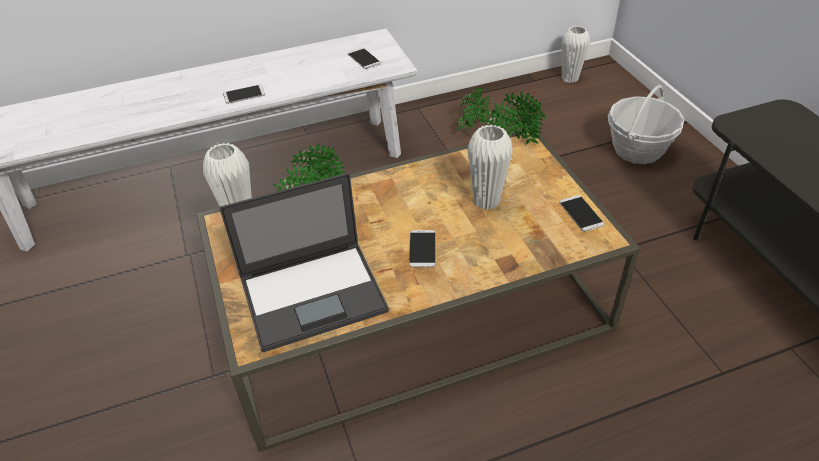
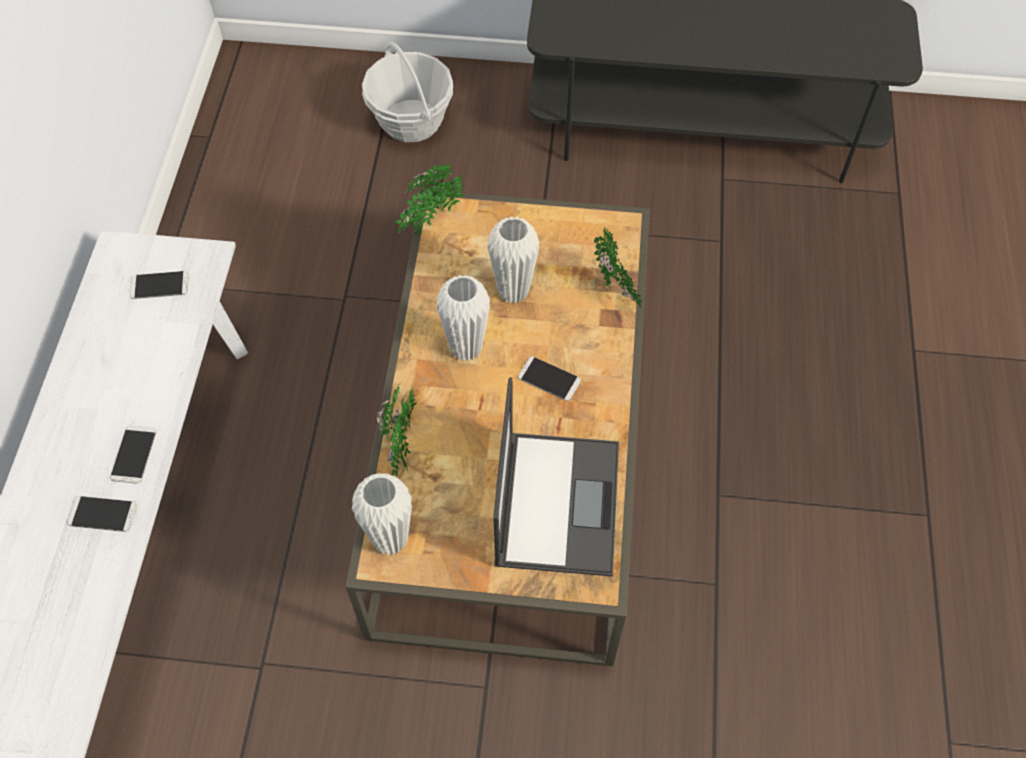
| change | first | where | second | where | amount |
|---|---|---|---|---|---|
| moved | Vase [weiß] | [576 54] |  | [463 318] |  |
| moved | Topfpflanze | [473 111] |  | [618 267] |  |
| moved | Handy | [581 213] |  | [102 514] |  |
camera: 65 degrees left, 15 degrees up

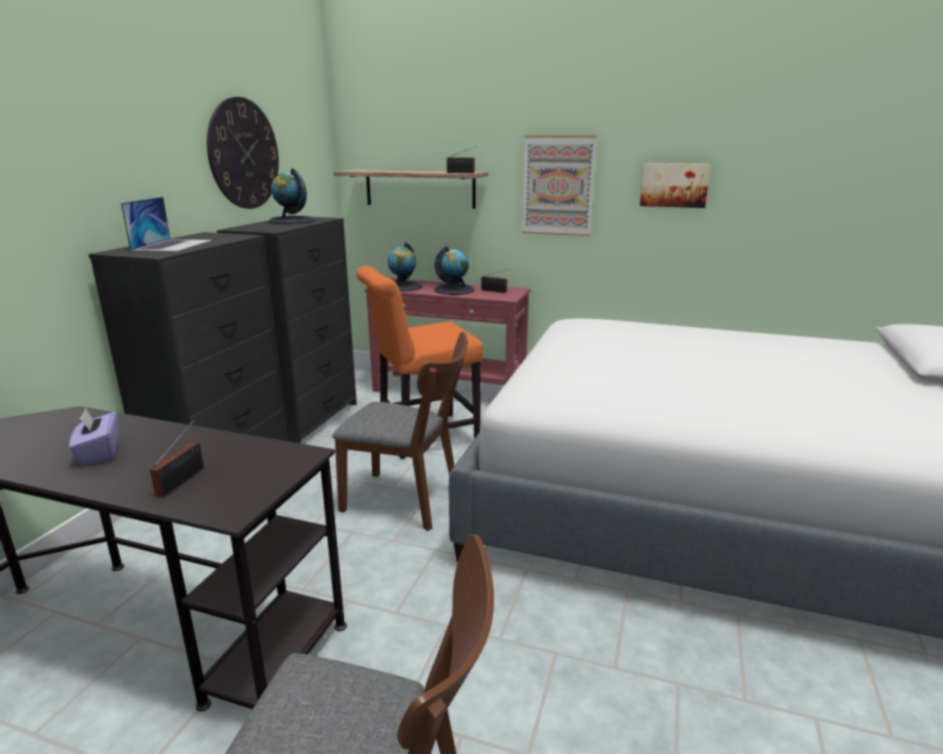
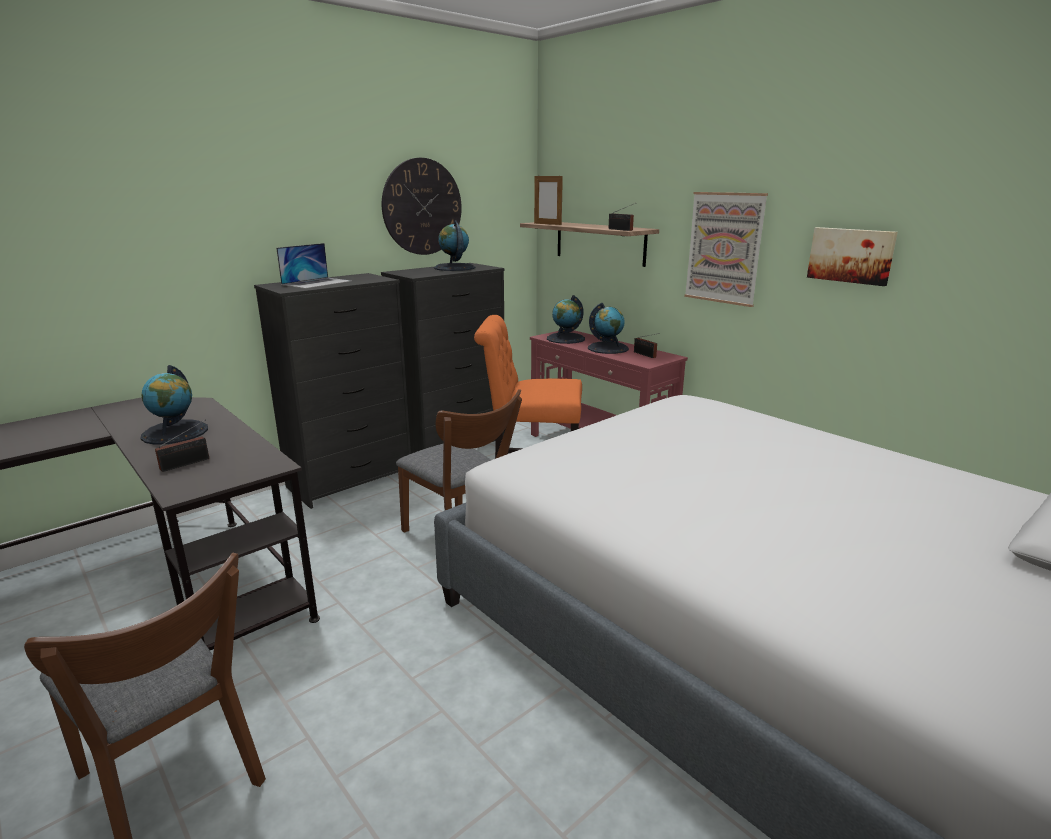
| change | first | where | second | where | amount |
|---|---|---|---|---|---|
| replaced | Taschentuchbox [lila] | [94 436] | Globus | [174 405] |  |
| added |  |  | Bilderrahmen | [548 199] |  |
camera: 30 degrees right, 0 degrees up

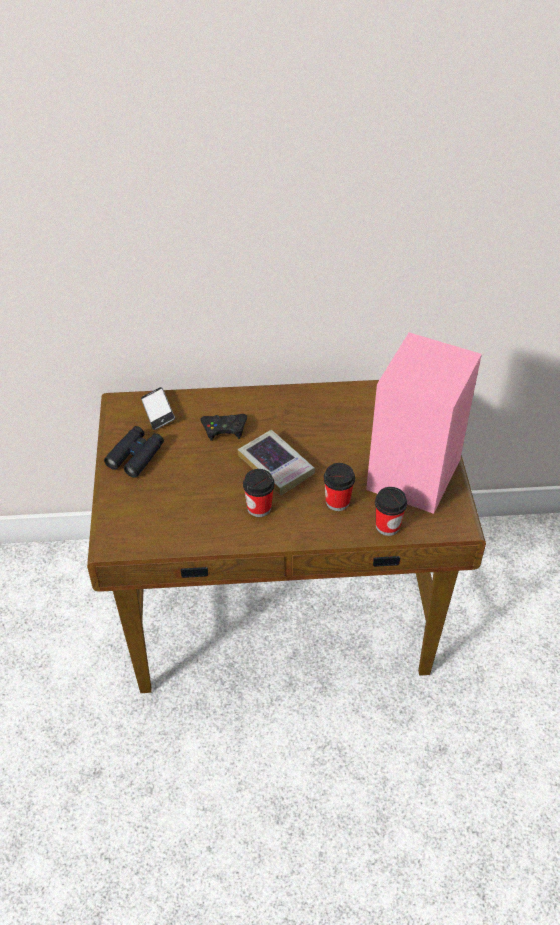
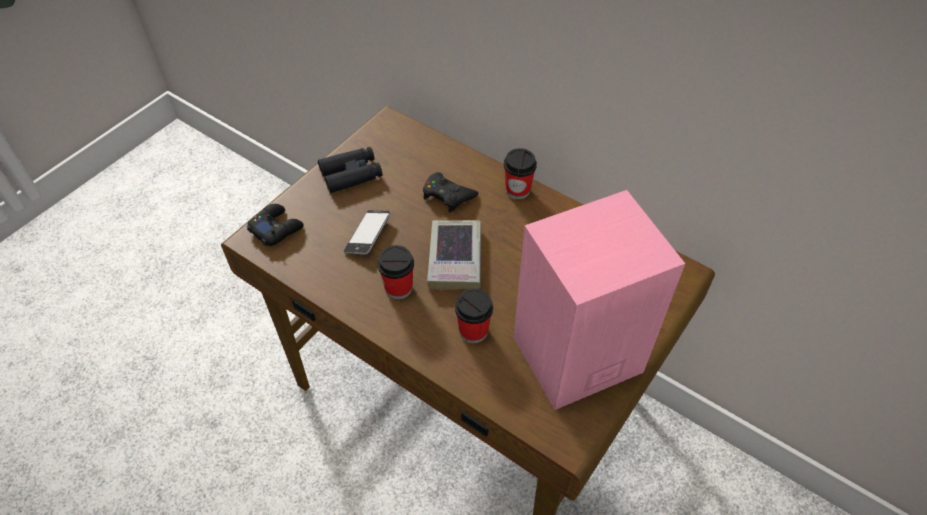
| change | first | where | second | where | amount |
|---|---|---|---|---|---|
| moved | Handy | [158 408] |  | [367 232] |  |
| moved | Tasse | [391 511] |  | [520 174] |  |
| added |  |  | Gamepad [schwarz] | [275 225] |  |
camera: 40 degrees right, 5 degrees up

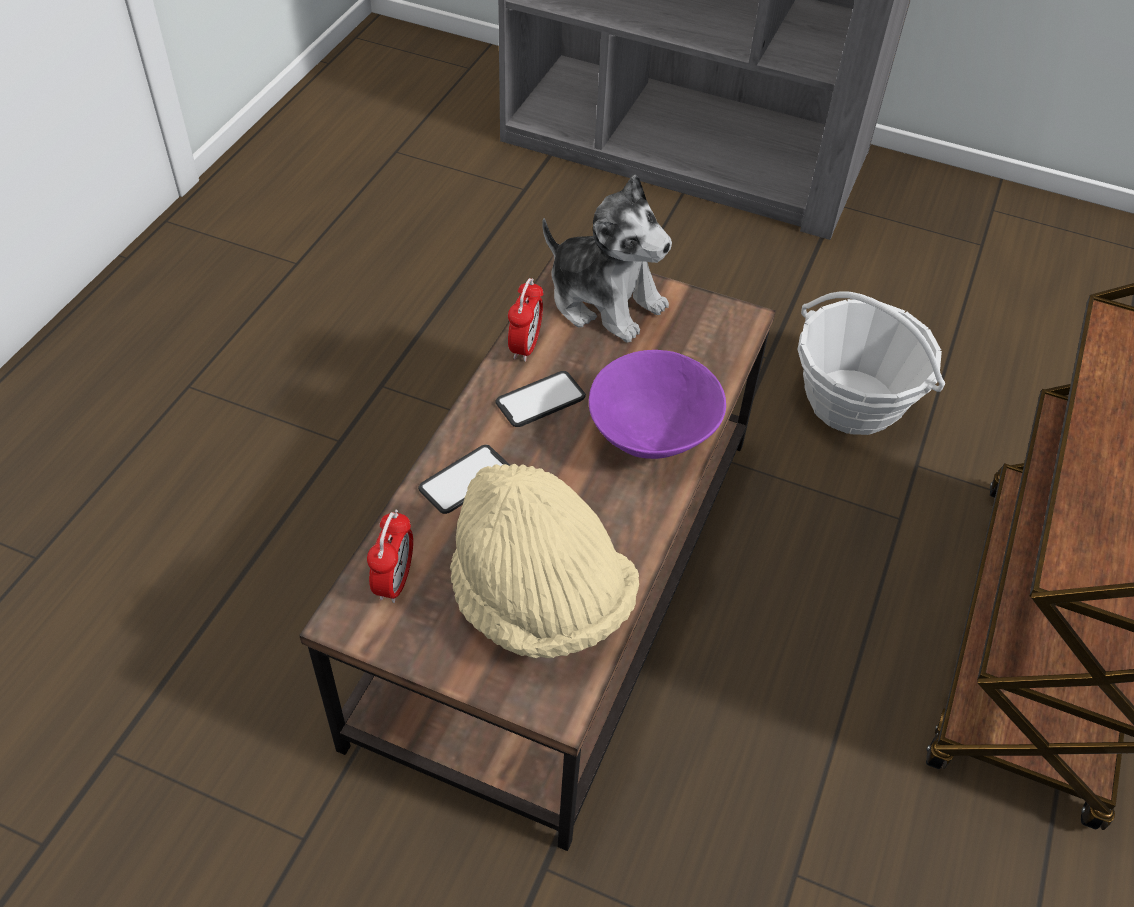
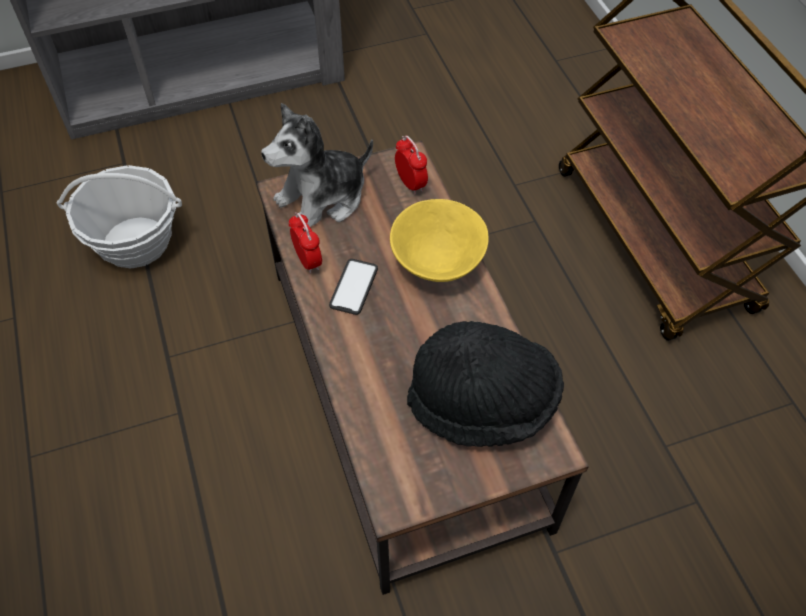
| change | first | where | second | where | amount |
|---|---|---|---|---|---|
| turned | Plüschtier | [607 259] |  | [317 165] | 150 degrees clockwise |
| moved | Korb | [871 363] |  | [119 217] |  |
| recoloured | Schüssel [lila] | [657 404] | Schüssel [gelb] | [439 240] |  |
| removed | Handy | [464 479] |  |  |  |
| recoloured | Hut [beige] | [544 561] | Hut [schwarz] | [485 384] |  |
| moved | Wecker | [390 556] |  | [411 165] |  |
camera: 40 degrees left, 5 degrees up

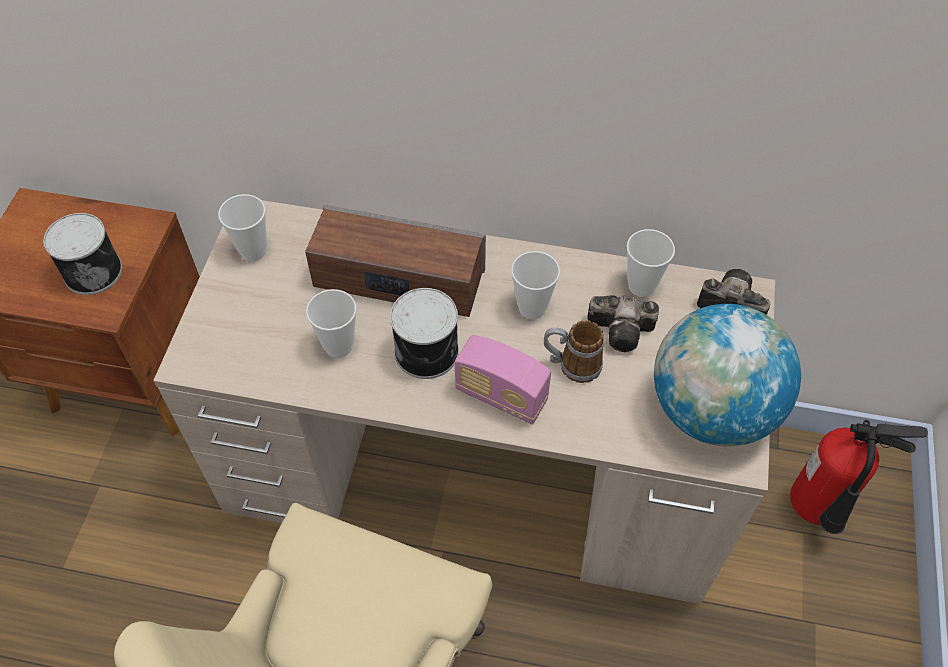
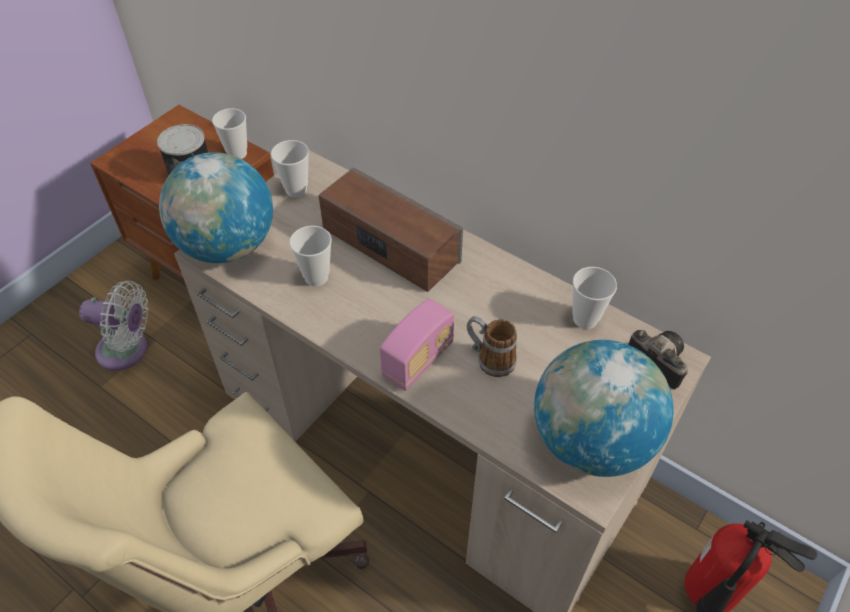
| change | first | where | second | where | amount |
|---|---|---|---|---|---|
| moved | Tasse | [535 285] |  | [229 133] |  |
| removed | Dose | [424 333] |  |  |  |
| removed | Kamera | [623 323] |  |  |  |
| turned | Radio | [503 379] |  | [417 345] | 105 degrees counterclockwise |
| added |  |  | Globus | [216 207] |  |
| added |  |  | Ventilator [weiß] | [114 326] |  |
camera: 25 degrees right, 5 degrees down

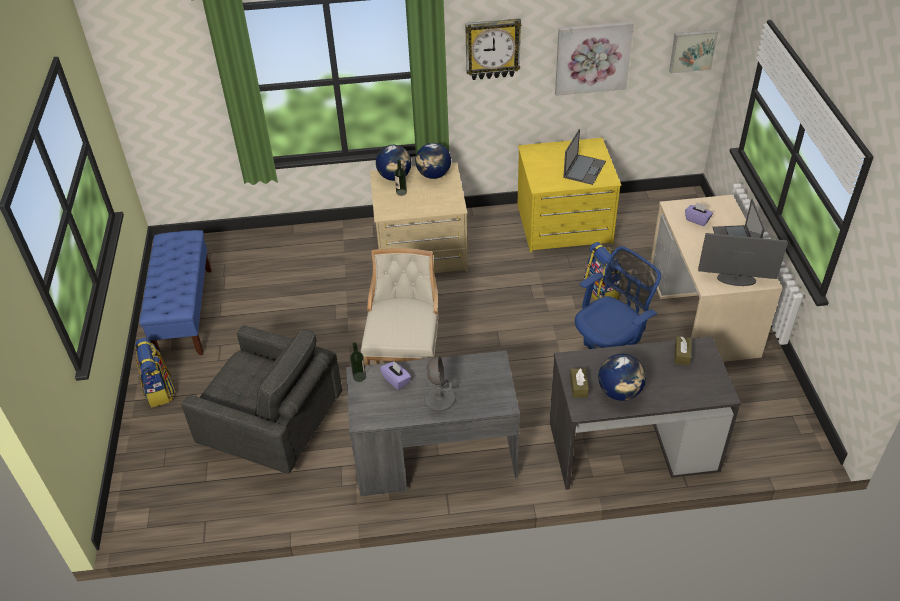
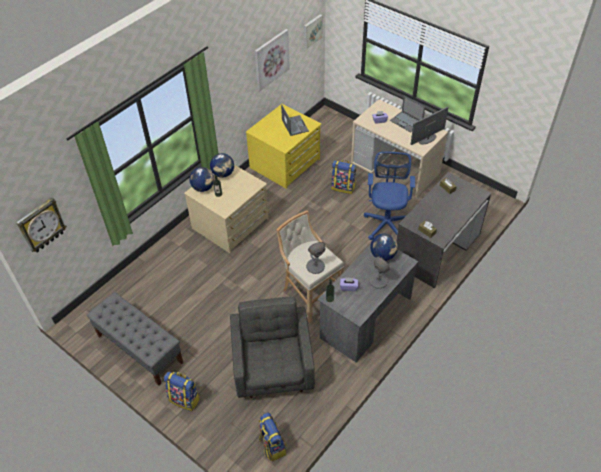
| change | first | where | second | where | amount |
|---|---|---|---|---|---|
| moved | Wanduhr | [493 49] |  | [41 225] |  |
| recoloured | Bank [blau] | [175 292] | Bank [grau] | [135 339] |  |
| turned | Sessel [grau] | [262 399] |  | [272 347] | 75 degrees counterclockwise |
| moved | Globus | [622 377] |  | [384 247] |  |
| added |  |  | Tischlampe [grau] | [315 258] |  |
| added |  |  | Rucksack | [272 436] |  |
camera: 45 degrees left, 5 degrees up

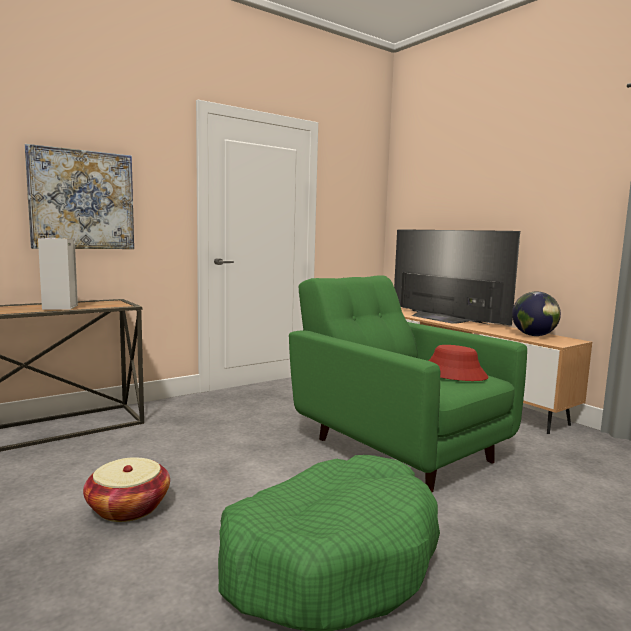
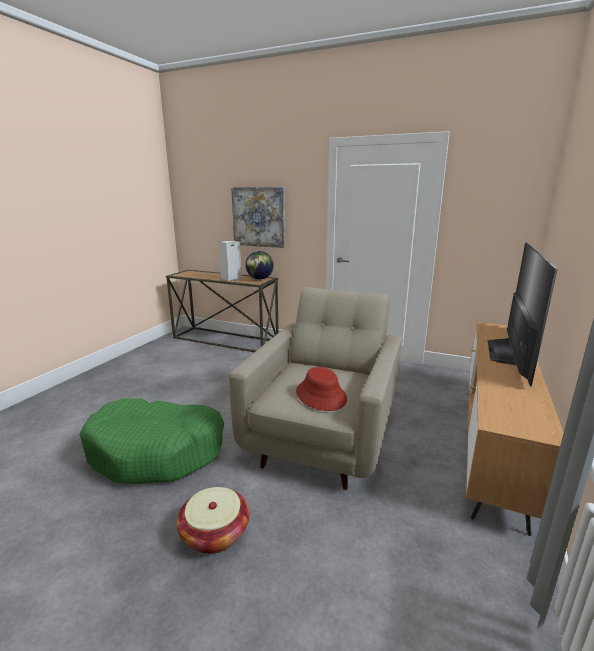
| change | first | where | second | where | amount |
|---|---|---|---|---|---|
| recoloured | Sessel [grün] | [408 383] | Sessel [beige] | [315 388] |  |
| moved | Globus | [536 313] |  | [260 265] |  |
| moved | Korb | [126 489] |  | [213 520] |  |
camera: 60 degrees right, 10 degrees up

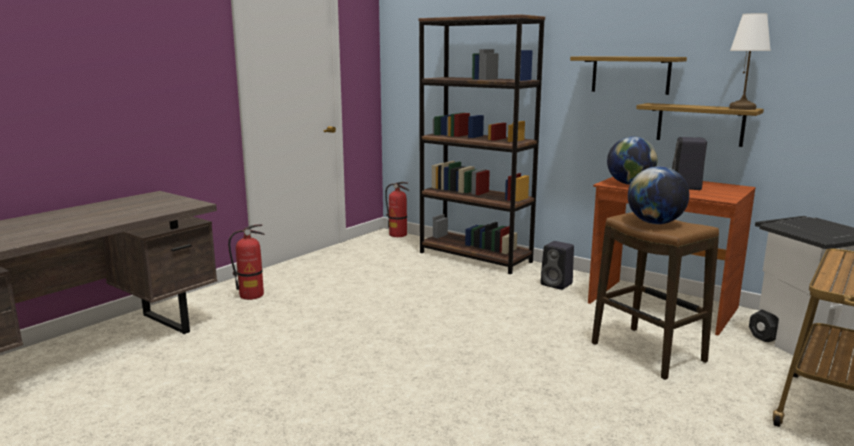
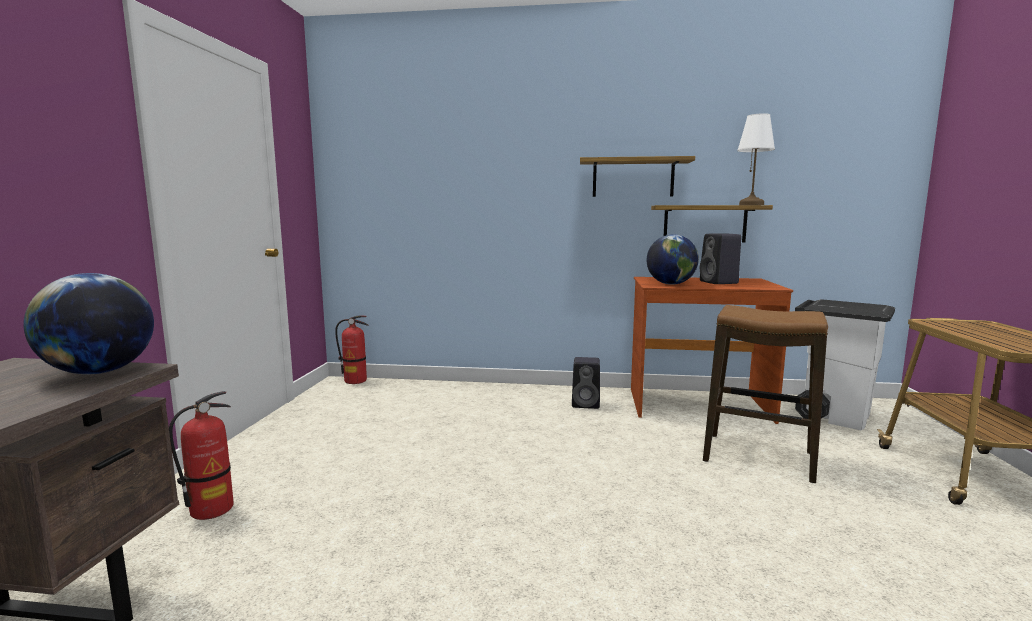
| change | first | where | second | where | amount |
|---|---|---|---|---|---|
| removed | Bücherregal [braun] | [482 144] |  |  |  |
| moved | Globus | [658 195] |  | [88 323] |  |
camera: 30 degrees left, 5 degrees down

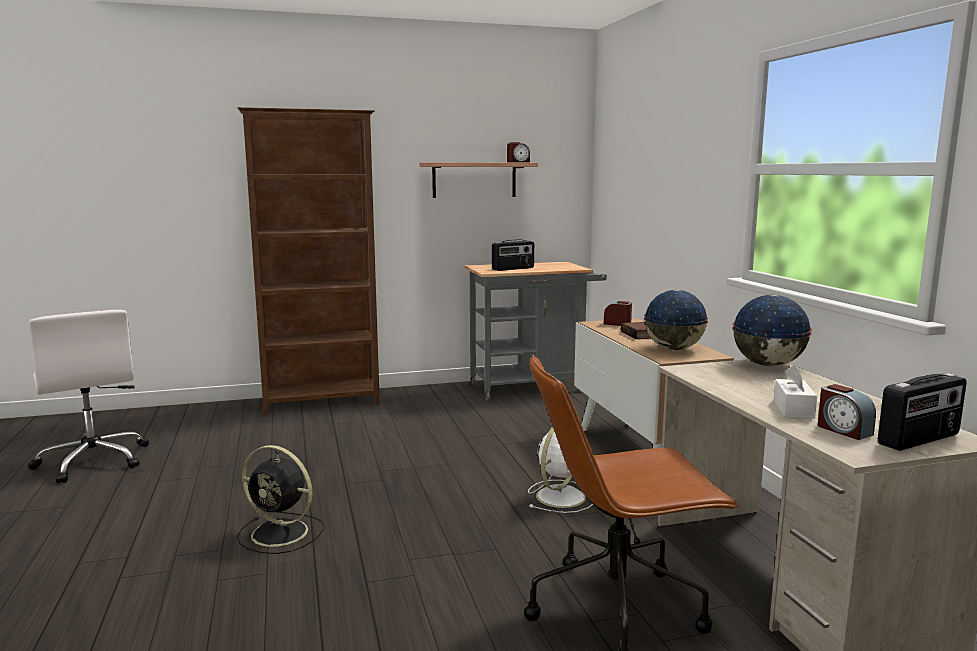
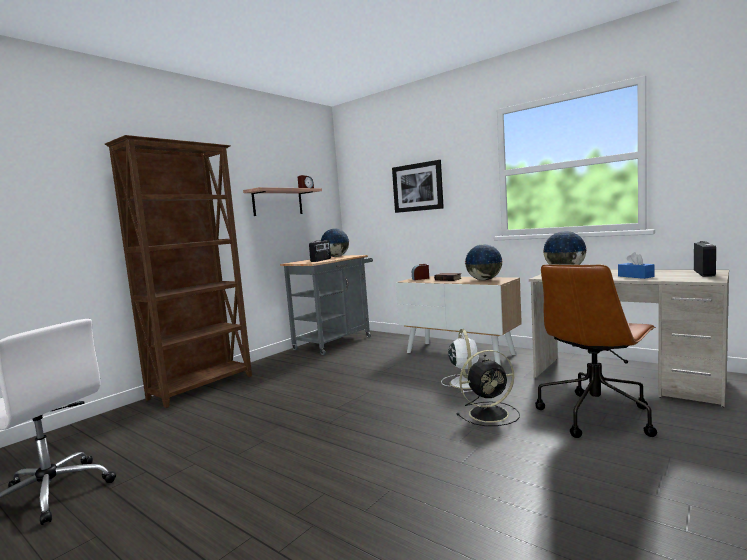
| change | first | where | second | where | amount |
|---|---|---|---|---|---|
| recoloured | Taschentuchbox [weiß] | [795 392] | Taschentuchbox [blau] | [636 265] |  |
| removed | Wecker | [847 412] |  |  |  |
| moved | Ventilator [schwarz] | [280 499] |  | [488 388] |  |
| added |  |  | Bild | [418 186] |  |
| added |  |  | Globus | [335 243] |  |
camera: 35 degrees left, 5 degrees down

